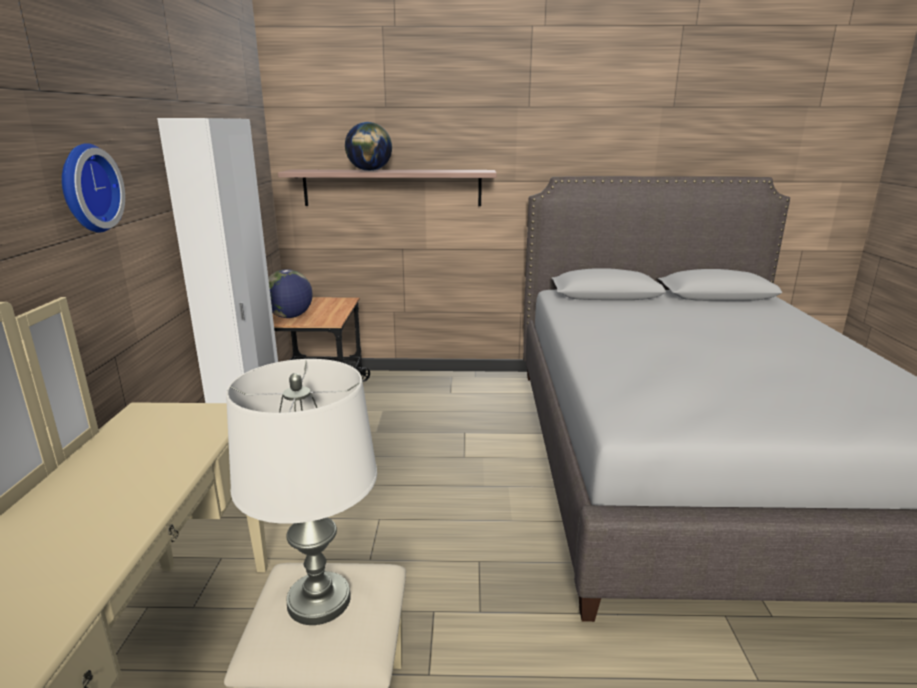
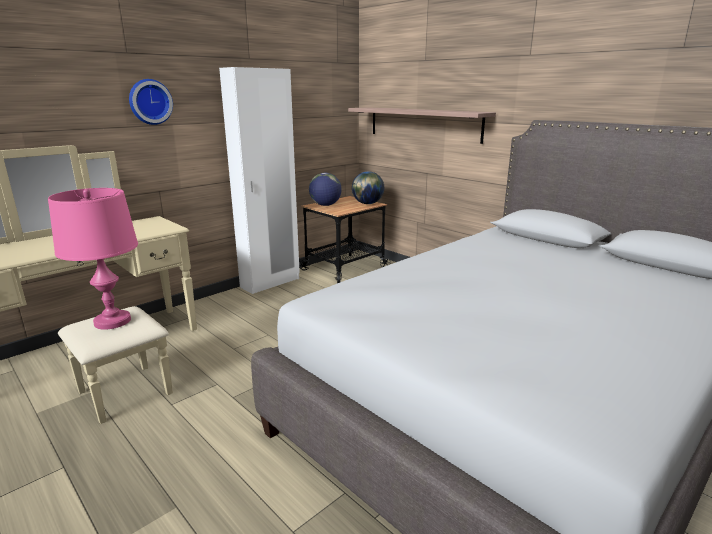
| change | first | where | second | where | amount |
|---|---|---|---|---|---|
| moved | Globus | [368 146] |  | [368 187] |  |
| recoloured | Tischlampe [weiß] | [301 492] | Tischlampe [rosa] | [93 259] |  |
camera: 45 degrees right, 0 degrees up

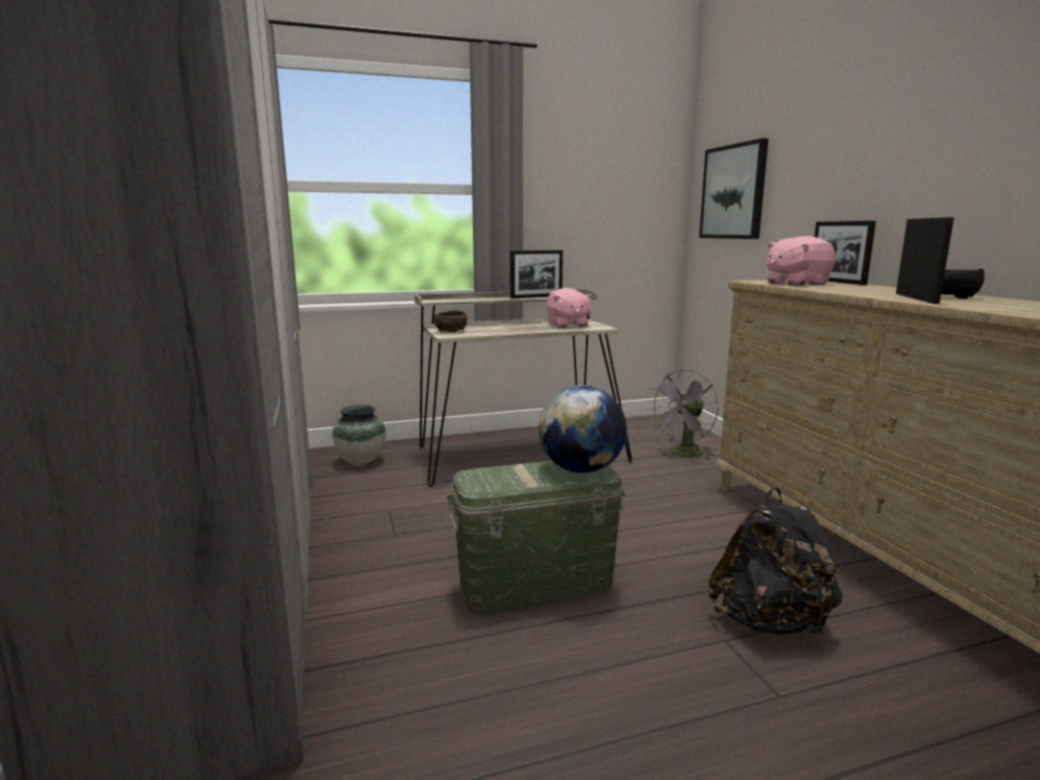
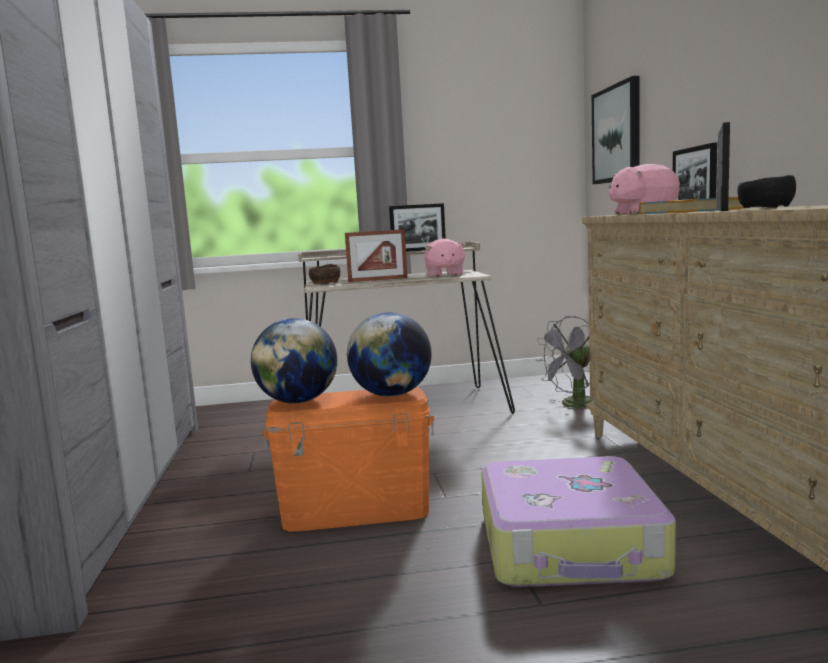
| change | first | where | second | where | amount |
|---|---|---|---|---|---|
| removed | Vase | [359 435] |  |  |  |
| recoloured | Aufbewahrungsbox [grün] | [536 537] | Aufbewahrungsbox [orange] | [348 459] |  |
| replaced | Rucksack [schwarz] | [775 561] | Koffer | [578 521] |  |
| added |  |  | Buch | [692 205] |  |
| added |  |  | Bilderrahmen | [376 255] |  |
| added |  |  | Globus | [294 360] |  |
camera: 10 degrees right, 5 degrees down

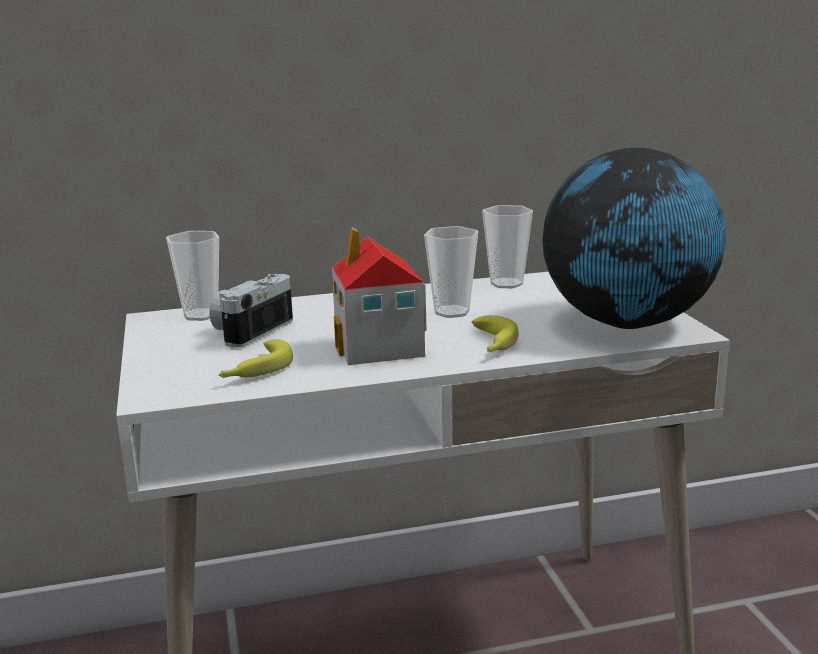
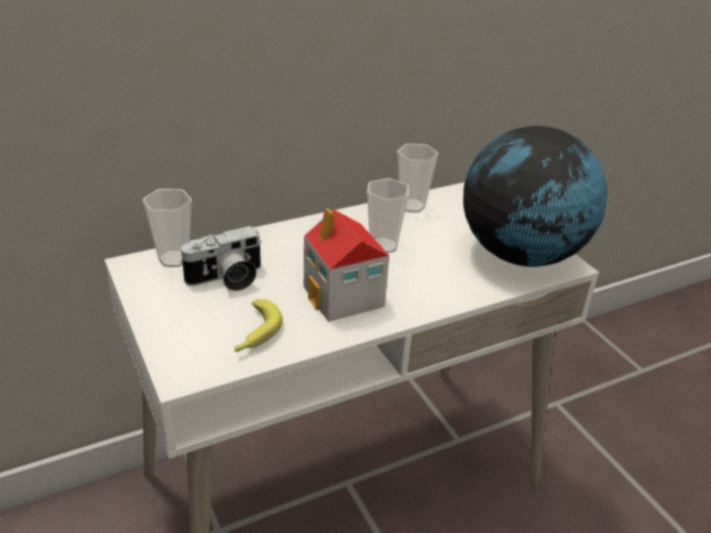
| change | first | where | second | where | amount |
|---|---|---|---|---|---|
| turned | Kamera | [251 311] |  | [220 258] | 135 degrees counterclockwise |
| removed | Banane | [495 333] |  |  |  |
camera: 15 degrees left, 15 degrees up

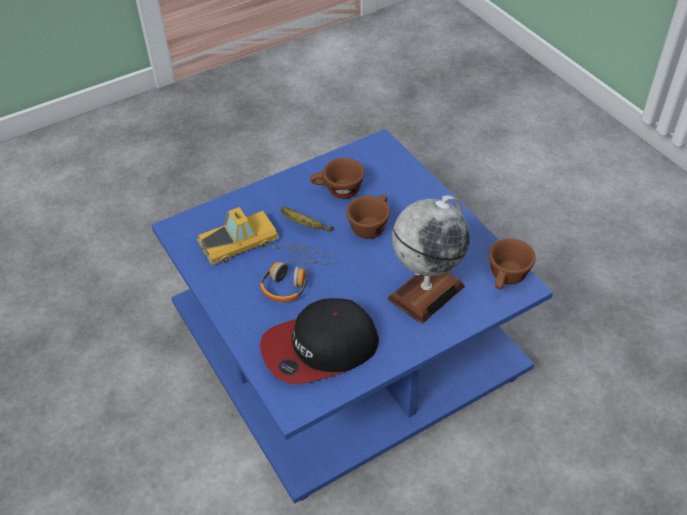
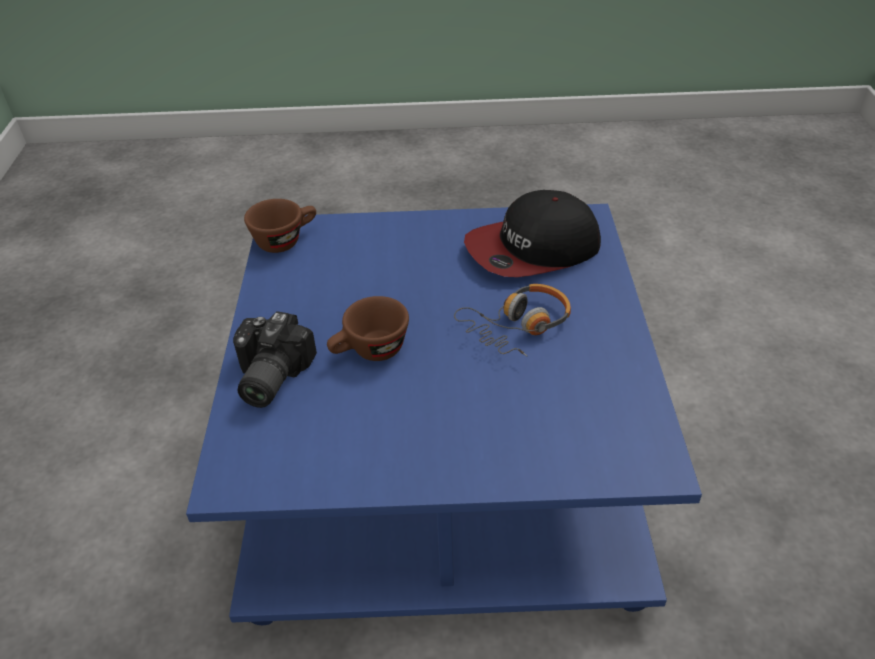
| change | first | where | second | where | amount |
|---|---|---|---|---|---|
| removed | Tasse [braun] | [337 178] |  |  |  |
| removed | Globus | [429 259] |  |  |  |
| removed | Spielzeugauto | [238 236] |  |  |  |
| removed | Banane | [307 219] |  |  |  |
| turned | Kappe | [319 341] |  | [532 233] | 150 degrees clockwise |
| added |  |  | Kamera | [275 359] |  |
camera: 150 degrees left, 5 degrees down

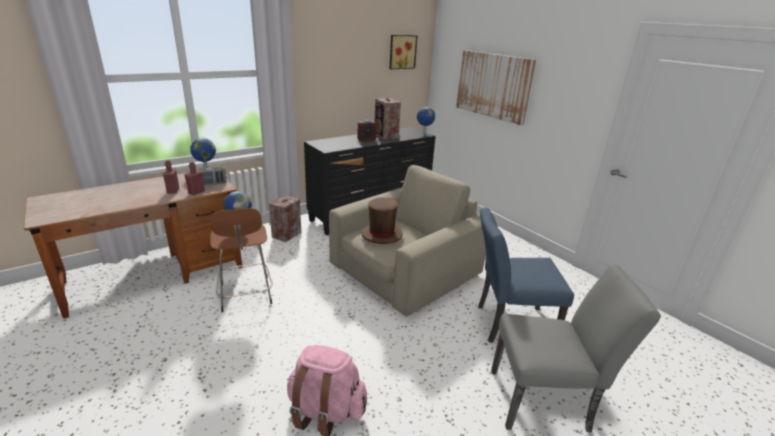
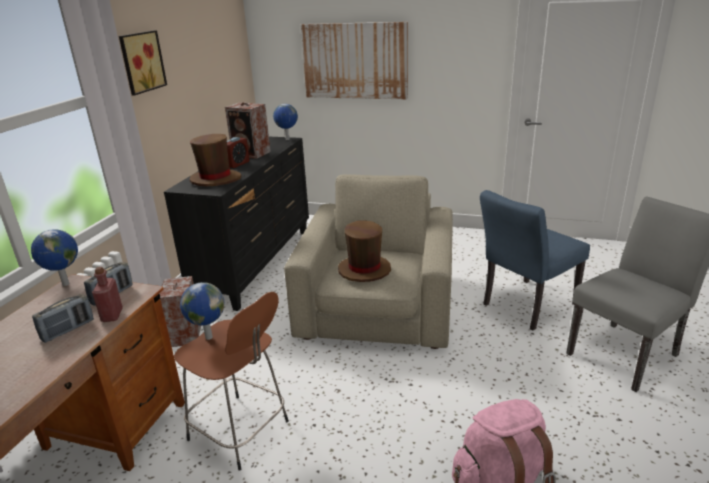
| change | first | where | second | where | amount |
|---|---|---|---|---|---|
| moved | Bild | [403 52] |  | [143 62] |  |
| replaced | Flasche [rot] | [171 177] | Radio | [63 318] |  |
| added |  |  | Hut [braun] | [215 160] |  |
camera: 35 degrees left, 0 degrees up

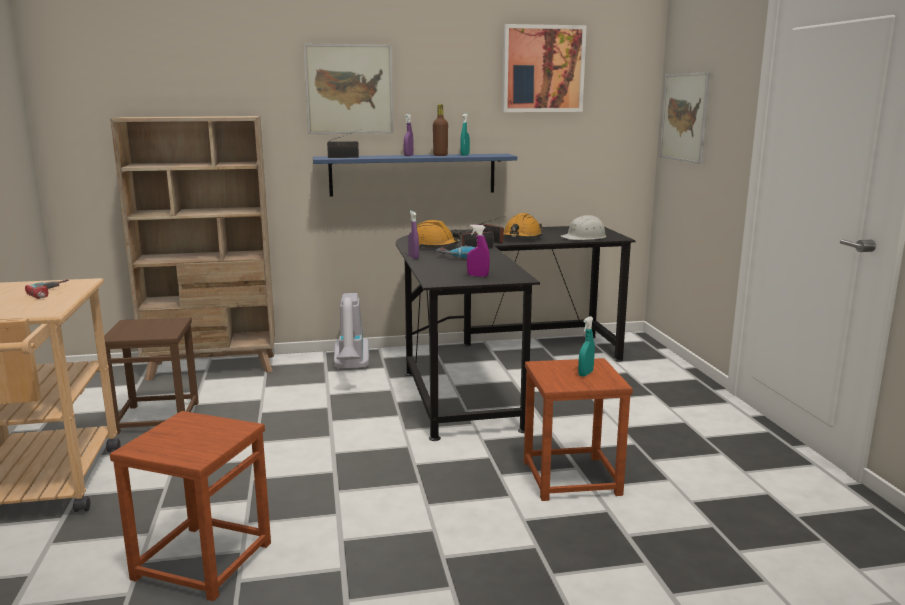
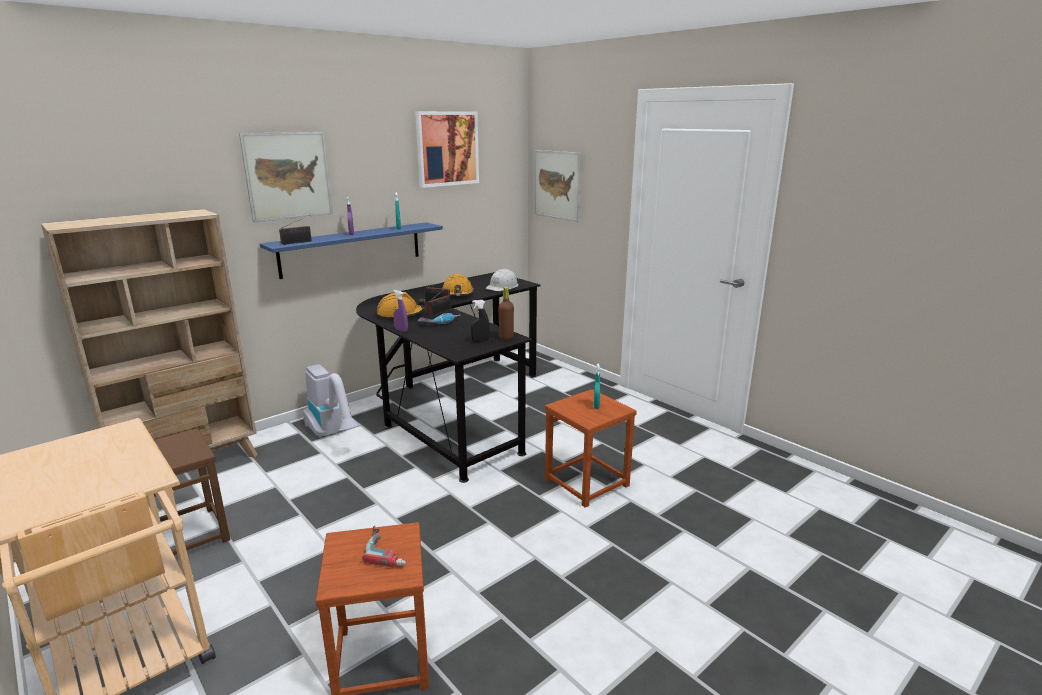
| change | first | where | second | where | amount |
|---|---|---|---|---|---|
| moved | Flasche [braun] | [440 130] |  | [506 313] |  |
| recoloured | Sprühflasche [lila] | [478 250] | Sprühflasche [schwarz] | [480 321] |  |
| moved | Bohrmaschine | [47 289] |  | [384 546] |  |
camera: 30 degrees left, 5 degrees up

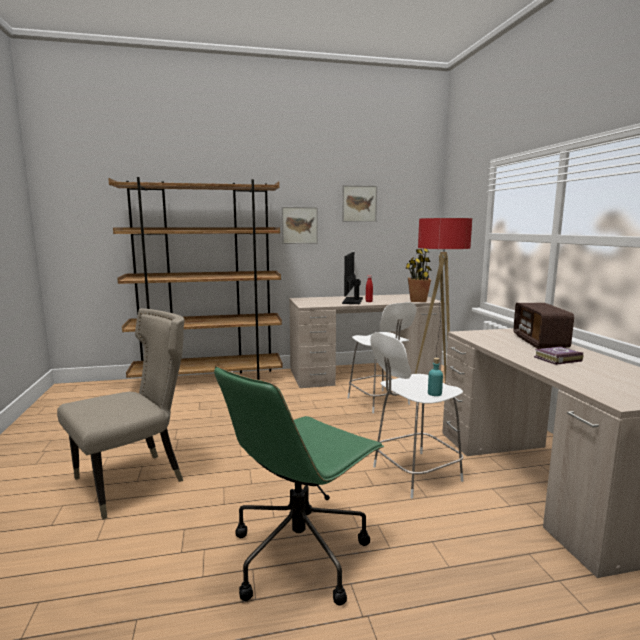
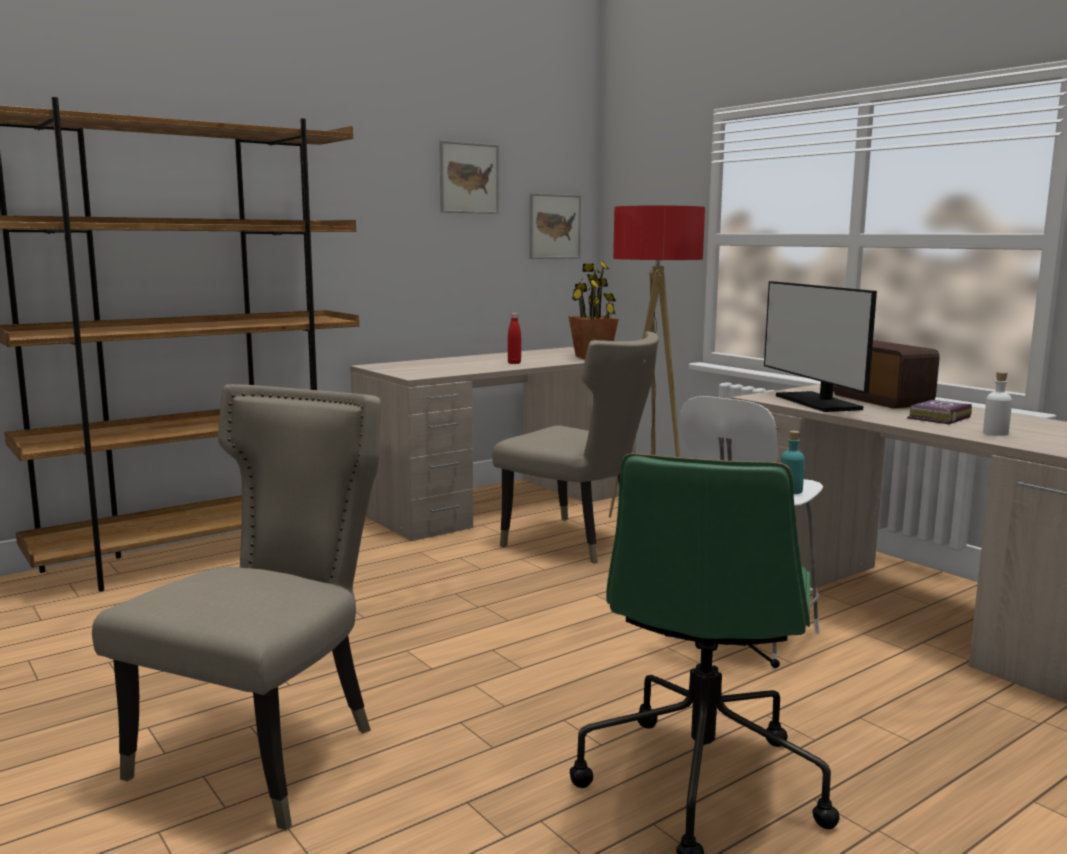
| change | first | where | second | where | amount |
|---|---|---|---|---|---|
| moved | Bild | [300 225] |  | [555 226] |  |
| moved | Monitor | [352 278] |  | [820 346] |  |
| replaced | Hocker [weiß] | [382 357] | Stuhl [beige] | [575 447] |  |
| added |  |  | Flasche [weiß] | [997 404] |  |
camera: 25 degrees left, 0 degrees up

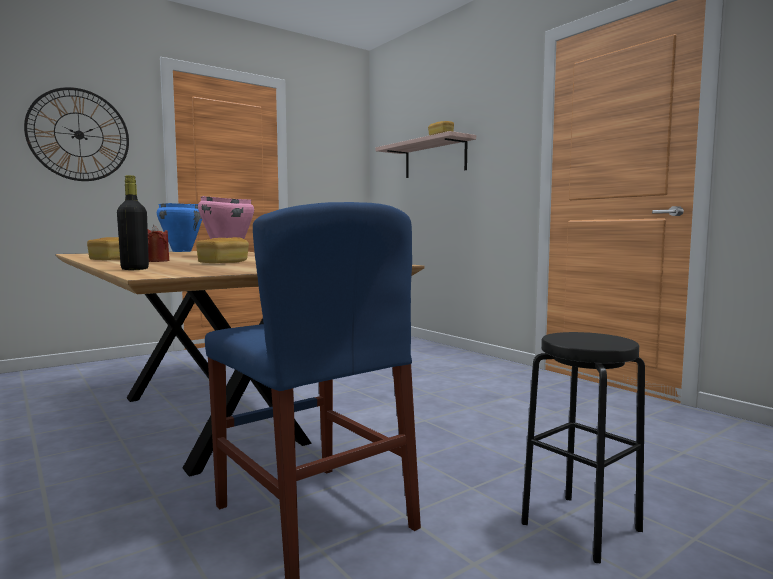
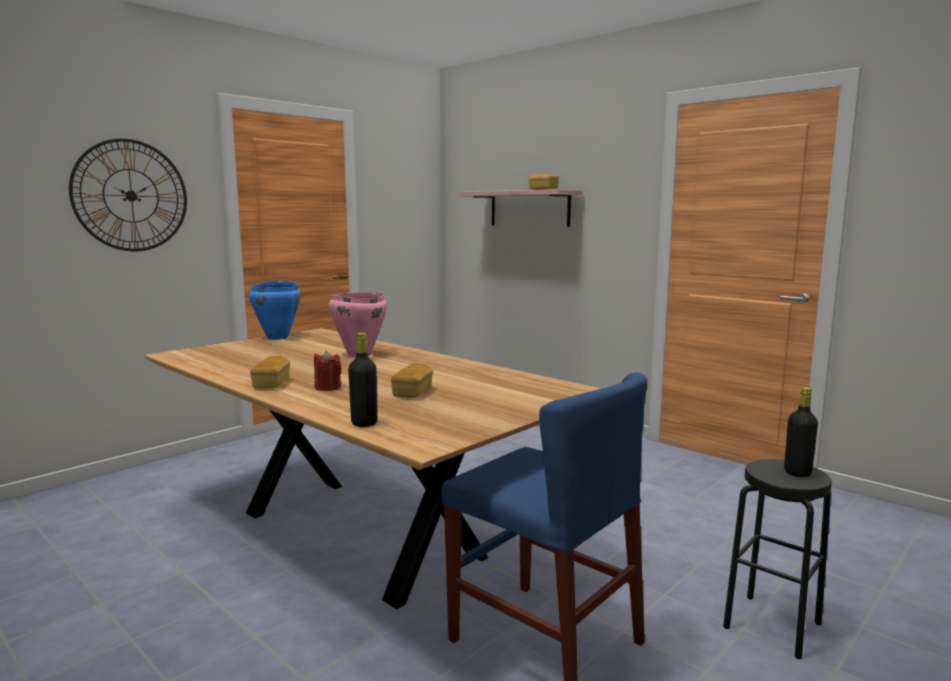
| change | first | where | second | where | amount |
|---|---|---|---|---|---|
| added |  |  | Flasche [schwarz] | [801 432] |  |
camera: 10 degrees left, 5 degrees up

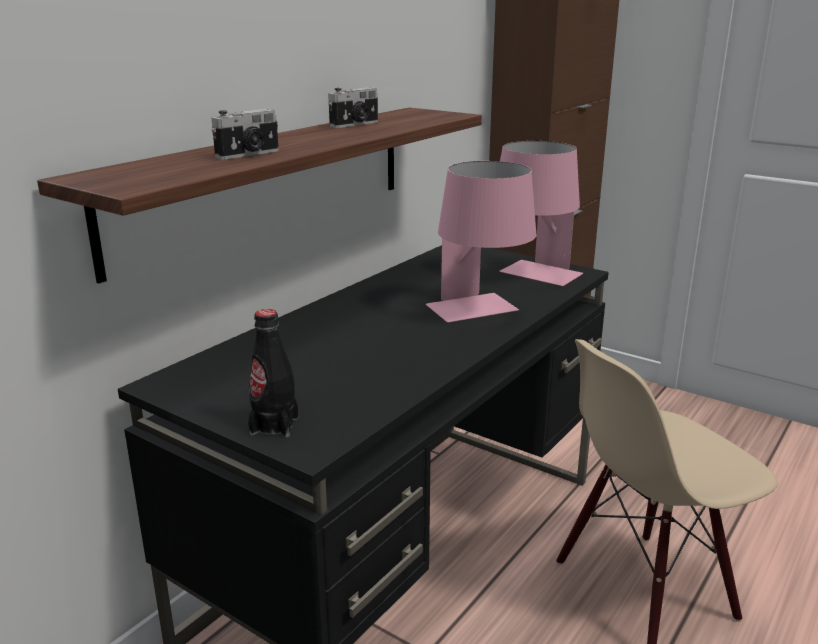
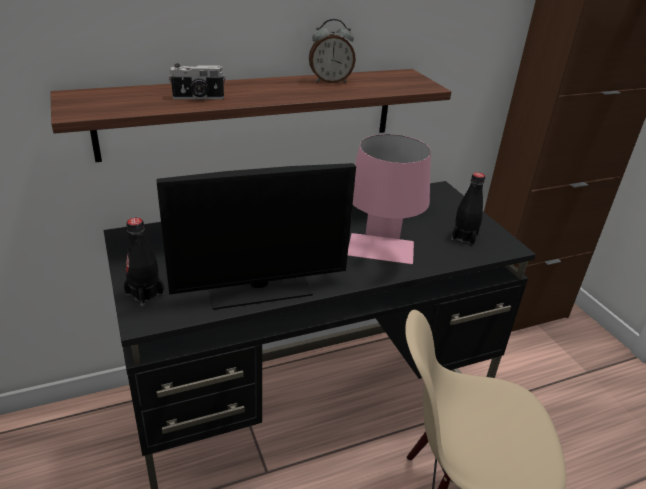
| change | first | where | second | where | amount |
|---|---|---|---|---|---|
| replaced | Kamera | [353 107] | Wecker | [332 51] |  |
| replaced | Tischlampe [rosa] | [541 213] | Flasche [schwarz] | [468 209] |  |
| added |  |  | Monitor | [256 236] |  |
camera: 30 degrees right, 10 degrees up

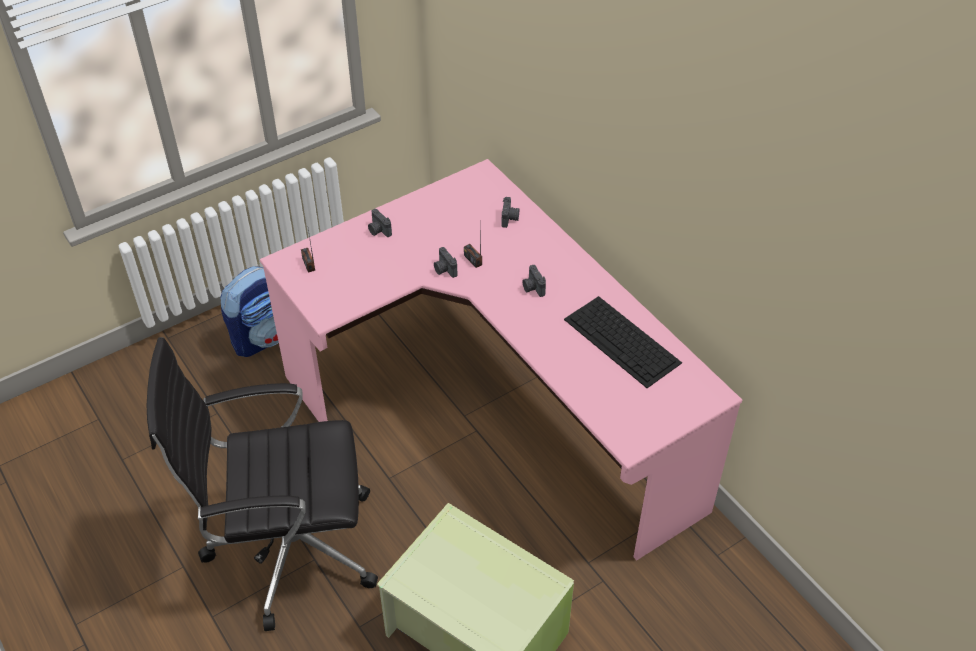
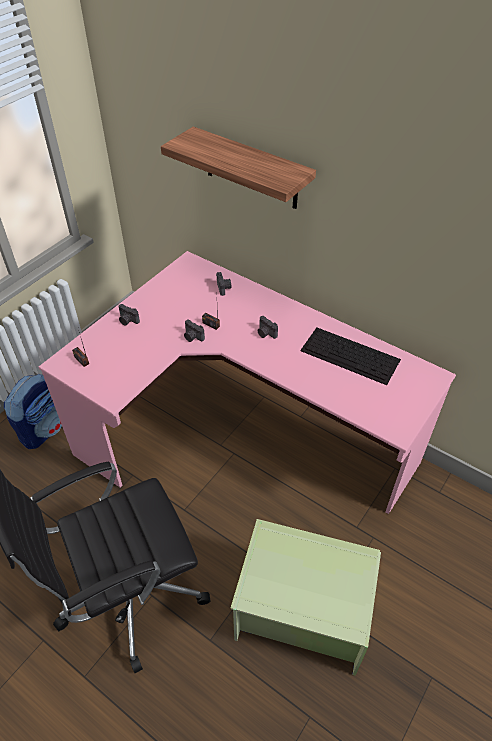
| change | first | where | second | where | amount |
|---|---|---|---|---|---|
| added |  |  | Wandregal | [238 168] |  |
camera: 20 degrees left, 0 degrees up

